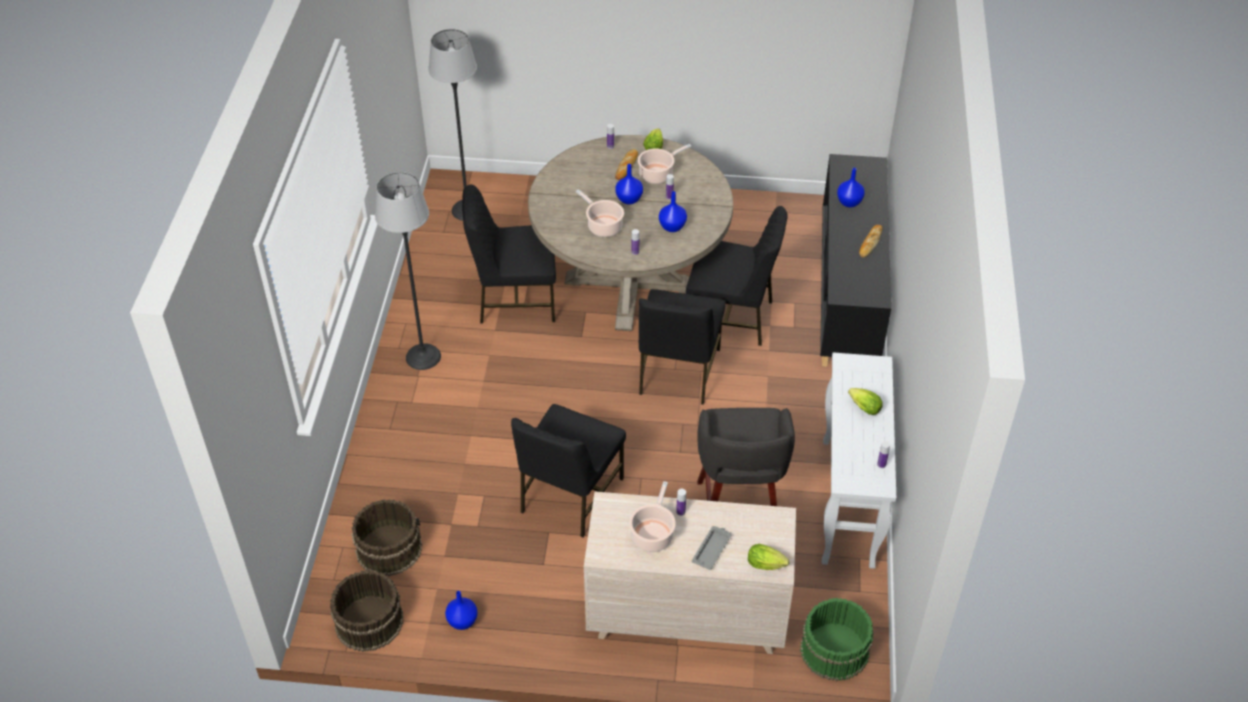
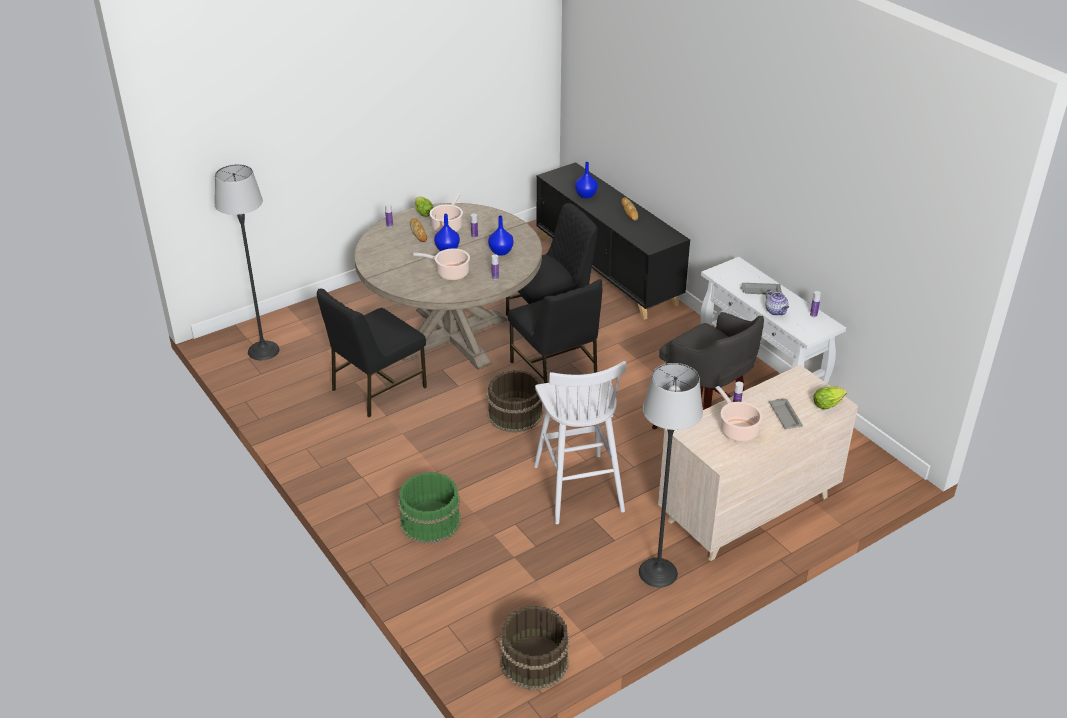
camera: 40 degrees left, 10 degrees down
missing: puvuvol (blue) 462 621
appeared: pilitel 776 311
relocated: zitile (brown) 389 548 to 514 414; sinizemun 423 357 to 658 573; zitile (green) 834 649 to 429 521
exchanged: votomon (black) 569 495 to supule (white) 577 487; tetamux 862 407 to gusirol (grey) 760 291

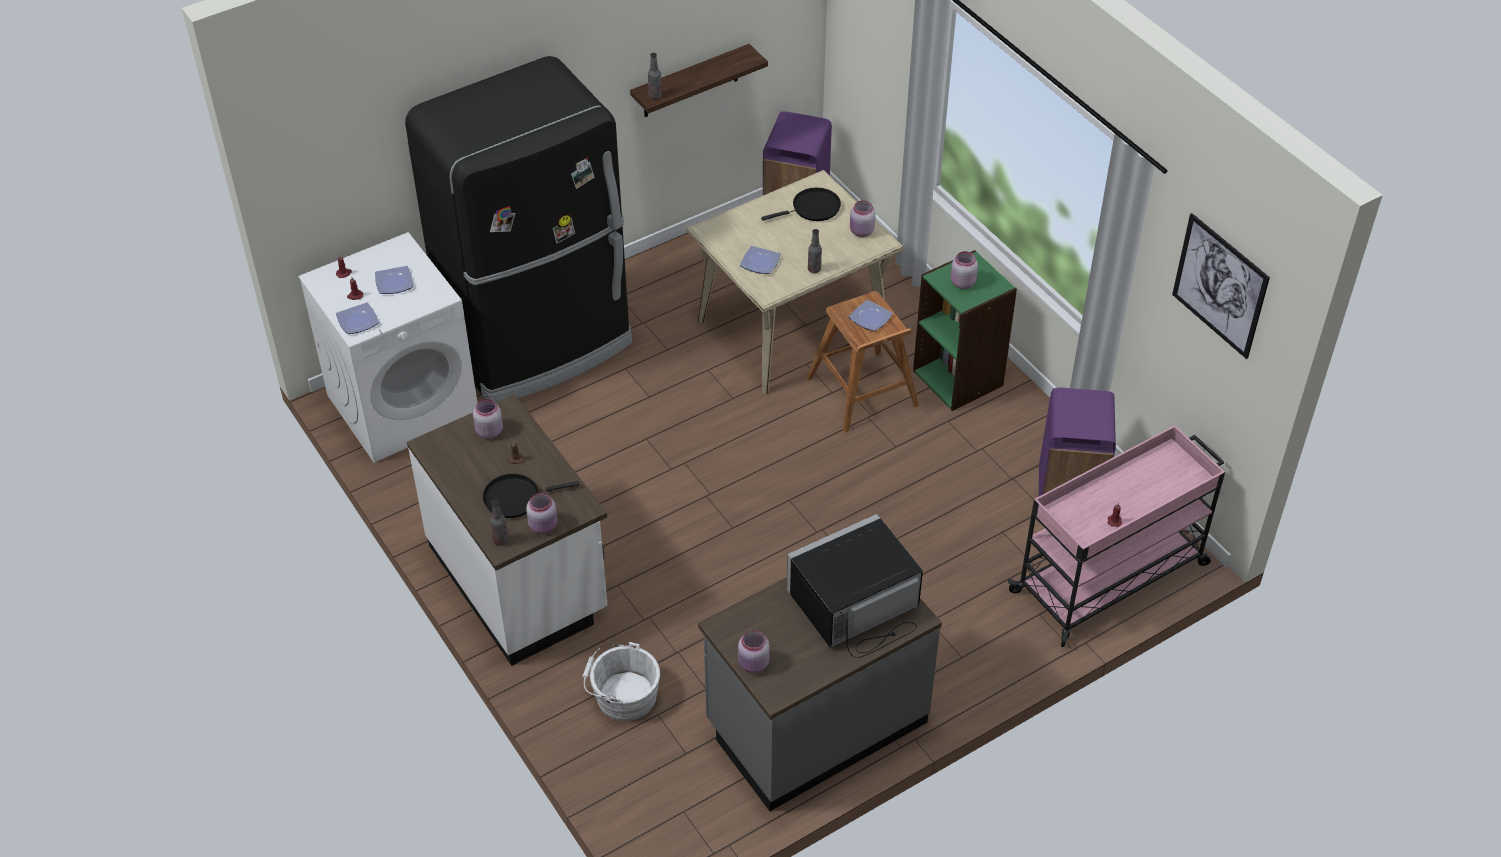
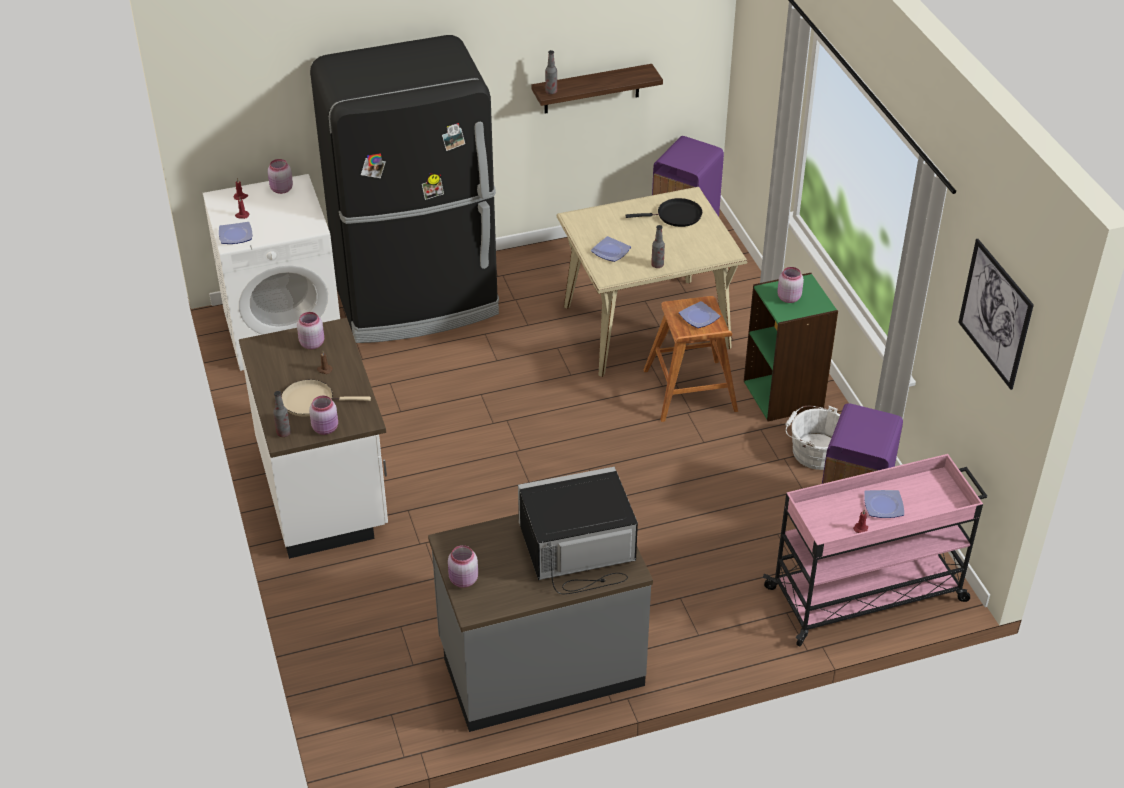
camera: 15 degrees right, 5 degrees down
relocated: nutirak 395 282 to 884 505; zitile (white) 622 695 to 814 450; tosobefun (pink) 861 232 to 281 189
colour: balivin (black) 516 498 to balivin (beige) 311 401

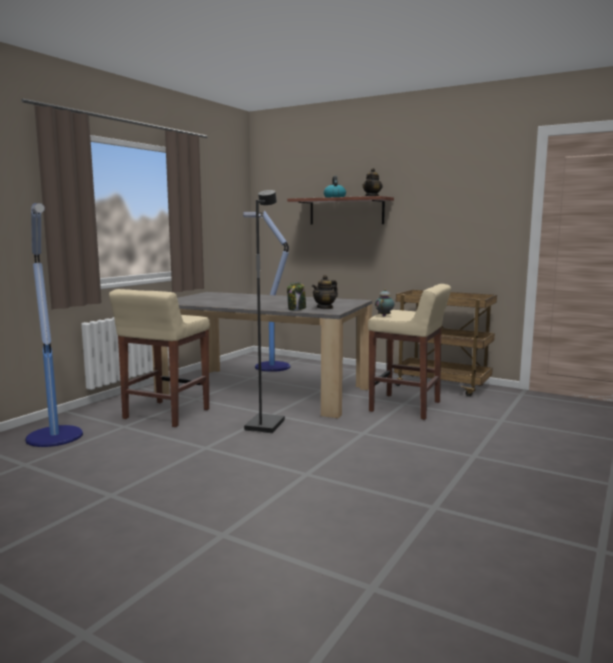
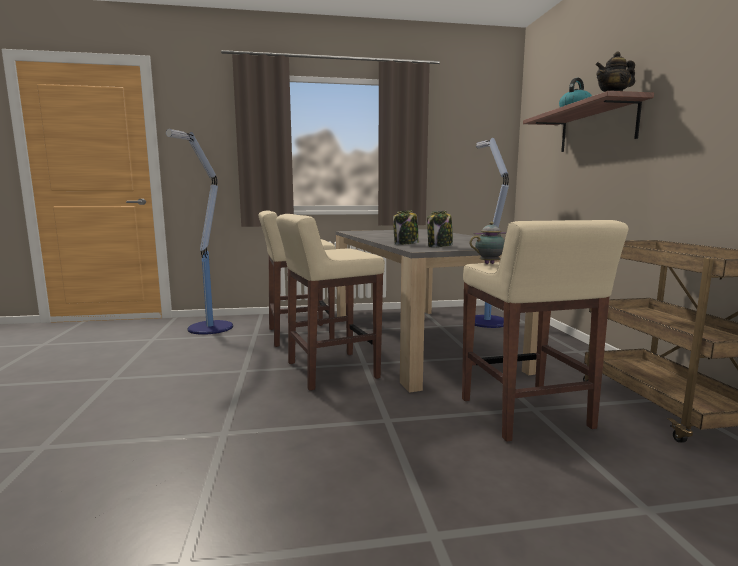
camera: 50 degrees right, 0 degrees up
exchanged: sinizemun (black) 264 425 to supule (beige) 330 370; pilitel 325 308 to tosobefun 439 246

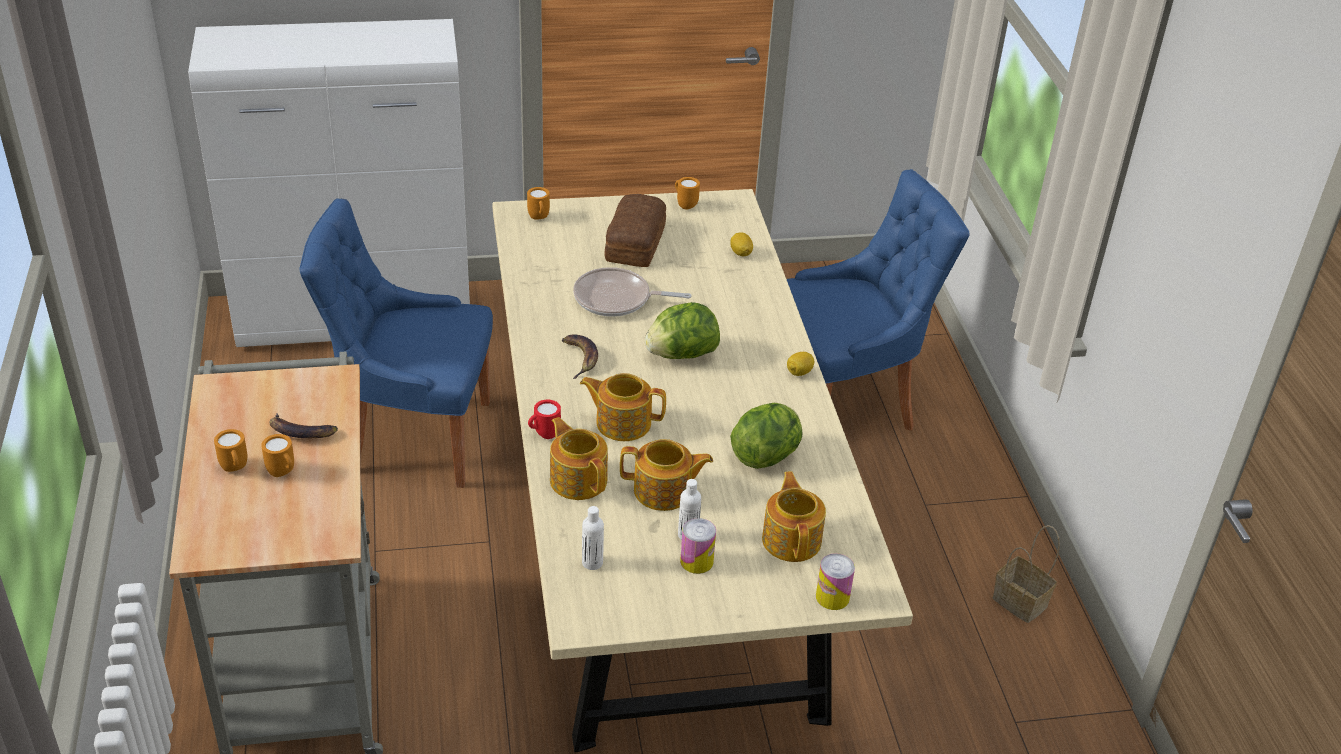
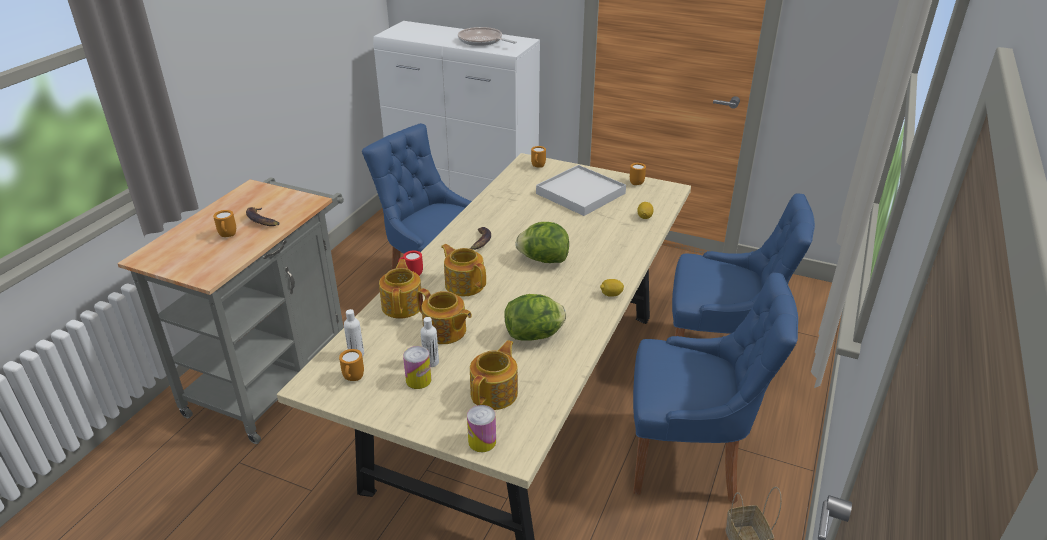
camera: 35 degrees right, 5 degrees down
appeared: votomon (blue) 689 458
relocated: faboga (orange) 235 469 to 353 379; balivin 617 299 to 482 41
exchanged: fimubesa 633 243 to gusirol (white) 580 193

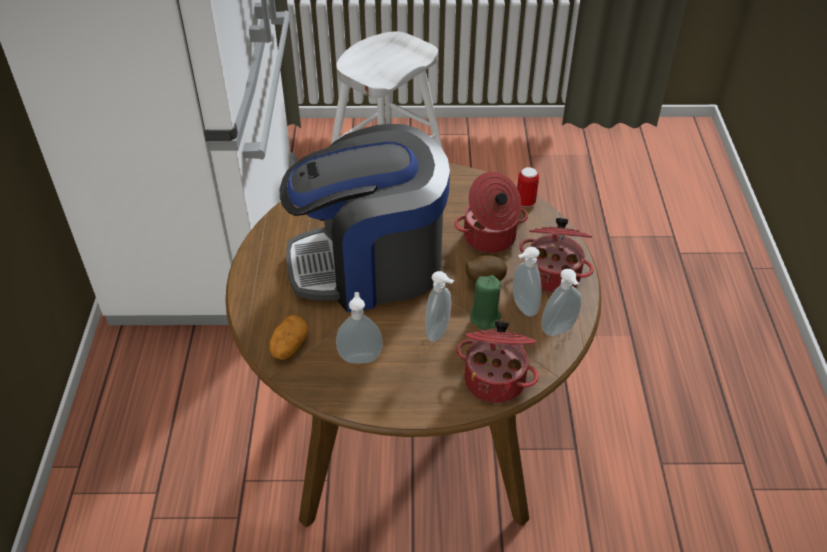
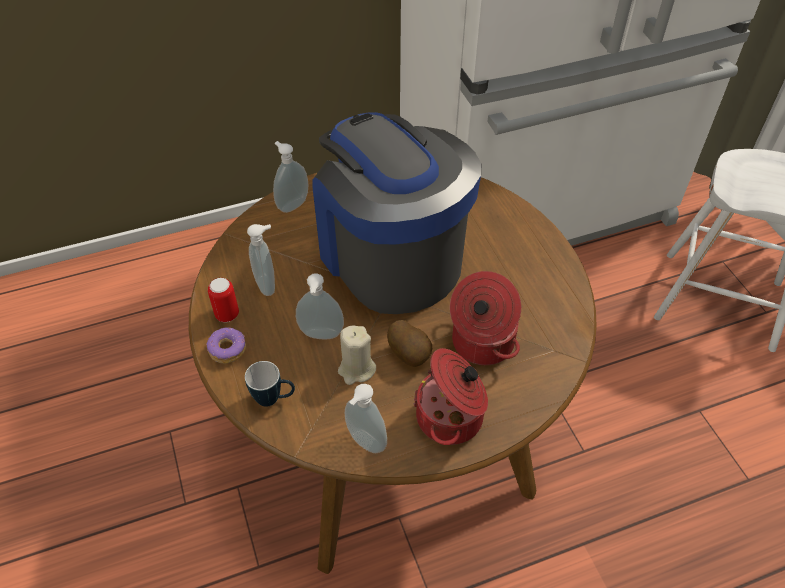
camera: 70 degrees right, 5 degrees up
missing: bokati 289 346
appeared: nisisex 227 349
relocated: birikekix 522 307 to 291 204; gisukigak 525 202 to 227 314
exchanged: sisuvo 495 379 to faboga 274 399
colour: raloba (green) 485 318 to raloba (beige) 356 369

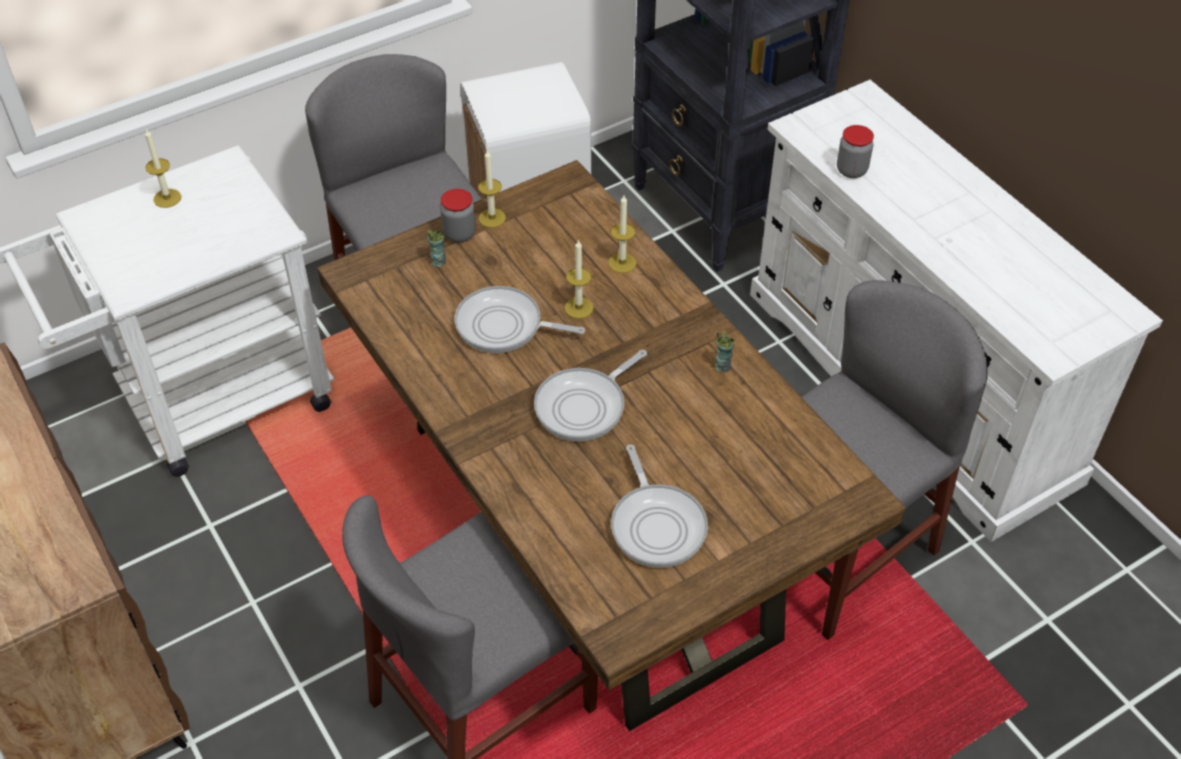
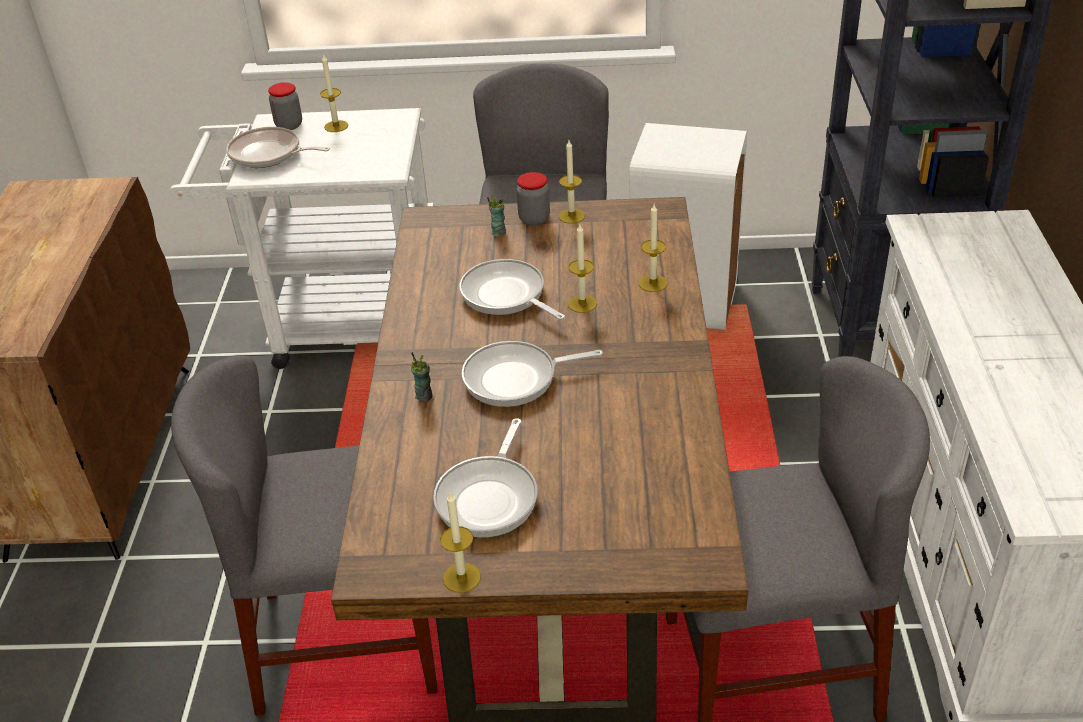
camera: 35 degrees right, 10 degrees down
appeared: balivin 269 154; raloba 462 577
relocated: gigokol 722 366 to 424 396; tosobefun 851 170 to 289 125

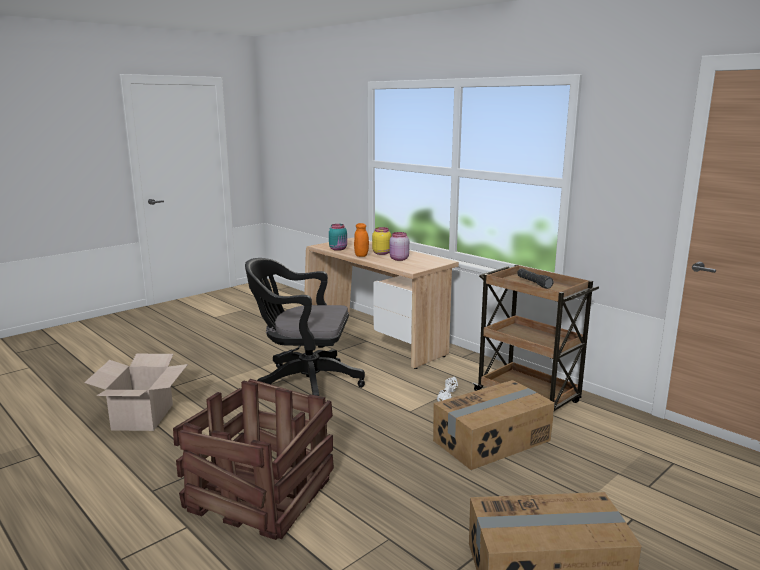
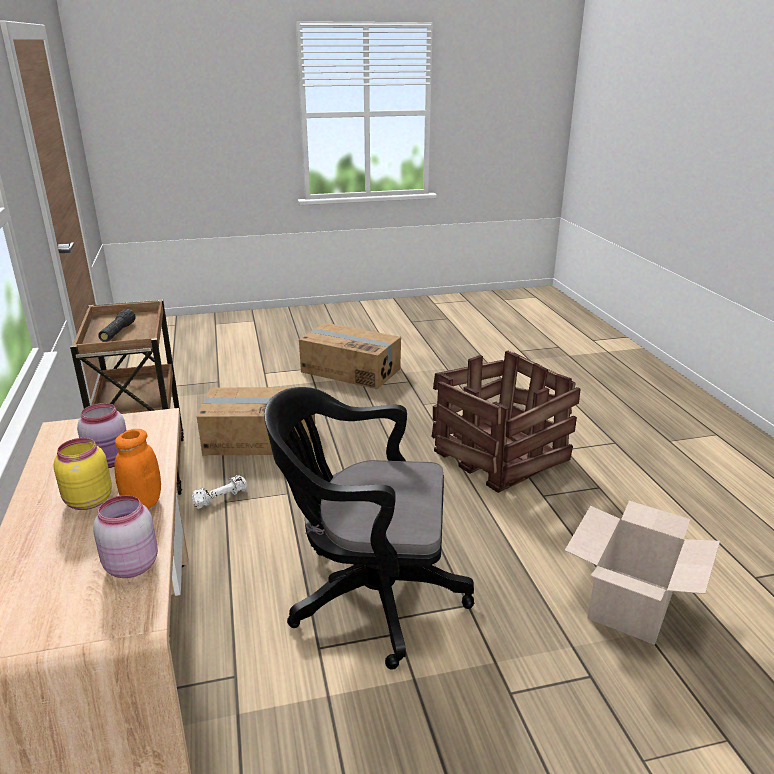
camera: 150 degrees left, 10 degrees up
colour: tosobefun (turquoise) 338 249 to tosobefun (pink) 130 565
spun: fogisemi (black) 304 383 = 367 595 150 degrees clockwise

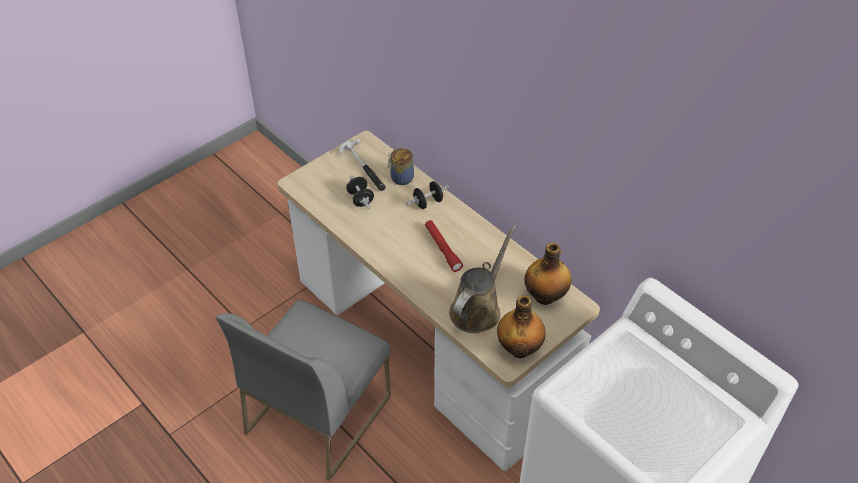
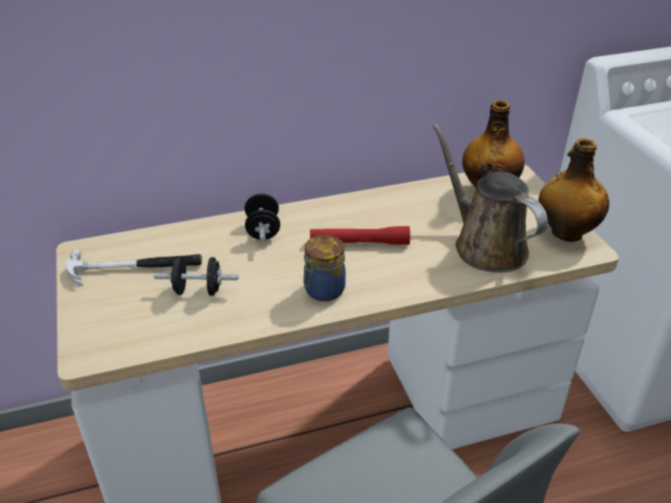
camera: 65 degrees left, 10 degrees down
relocated: tosobefun 401 178 to 323 290

